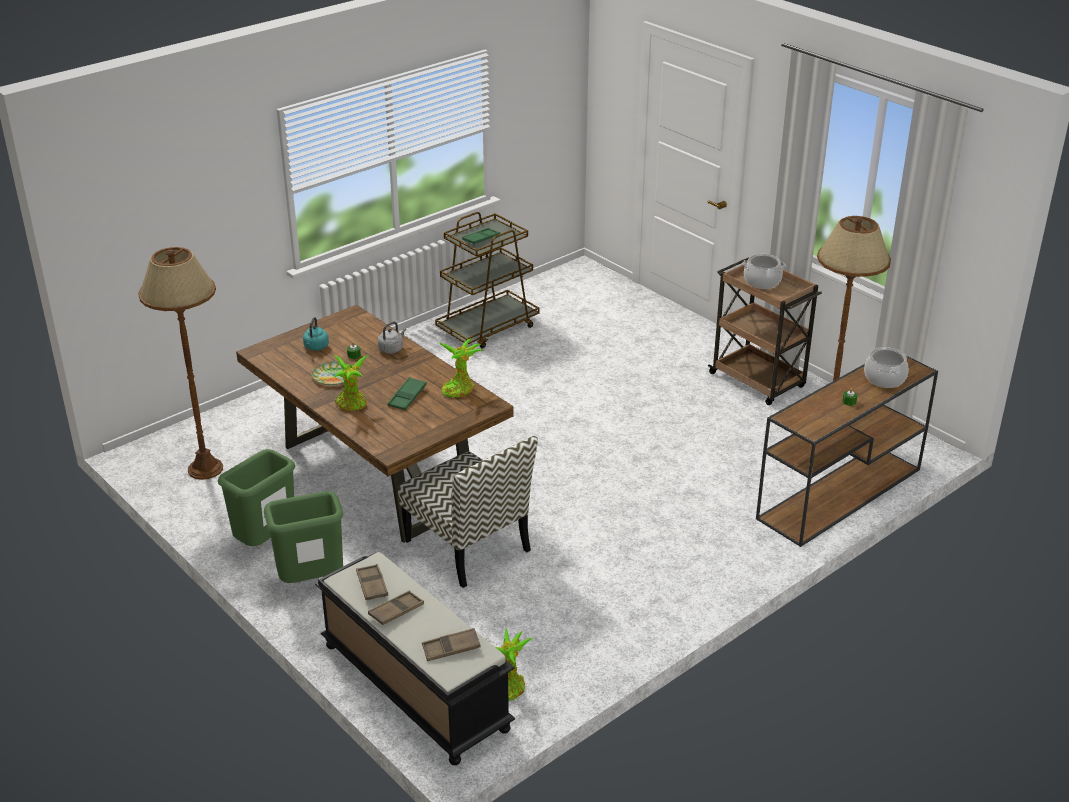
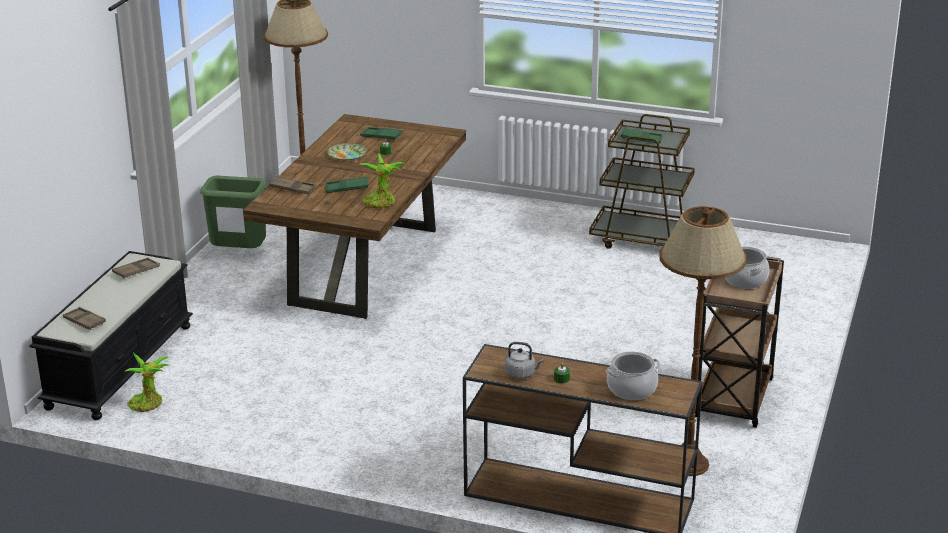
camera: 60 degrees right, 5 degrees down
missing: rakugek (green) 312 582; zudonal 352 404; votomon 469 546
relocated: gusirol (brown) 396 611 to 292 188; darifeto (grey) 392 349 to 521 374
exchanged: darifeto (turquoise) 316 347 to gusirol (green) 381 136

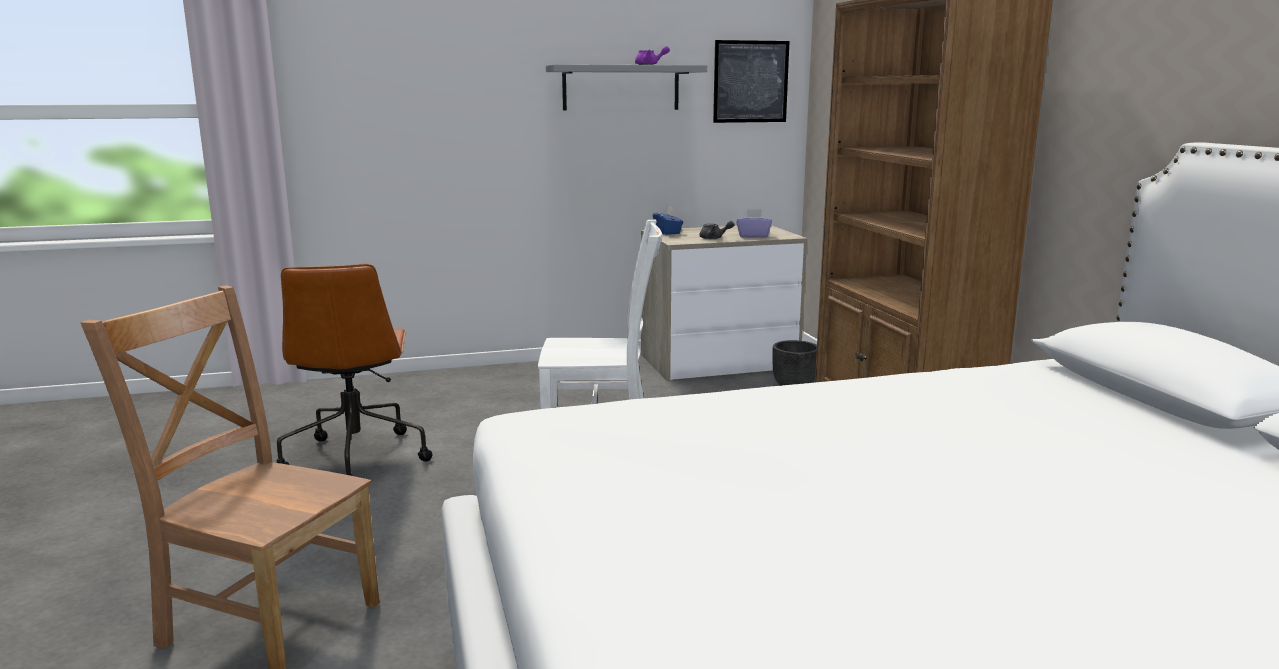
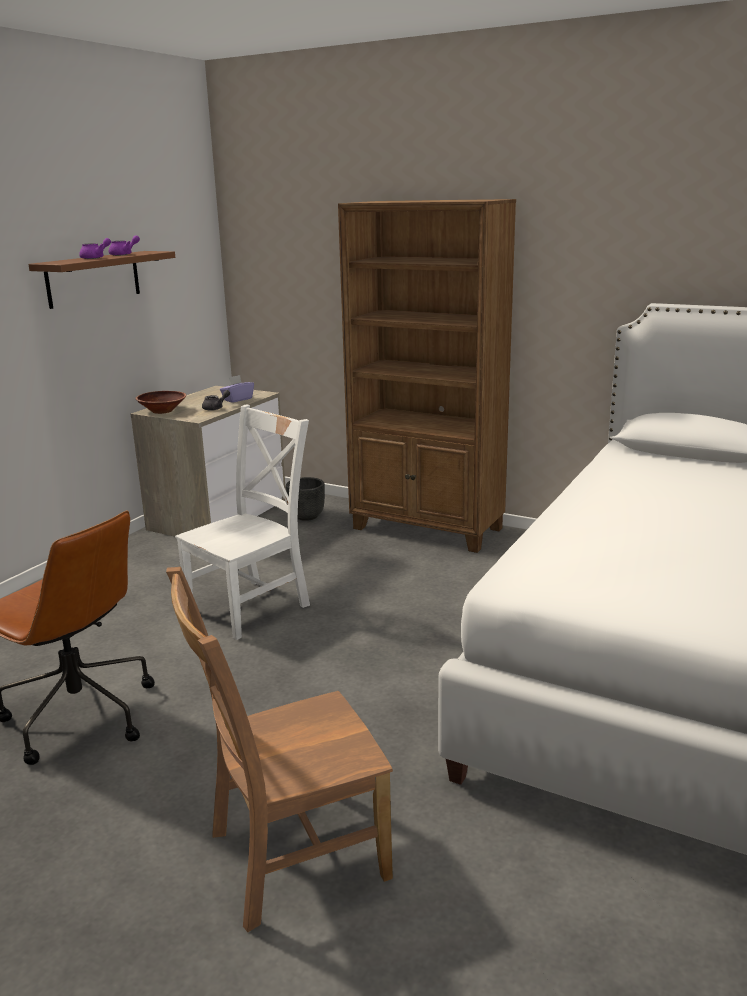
camera: 45 degrees left, 5 degrees up
missing: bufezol 750 81
appeared: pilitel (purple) 96 258
exchanged: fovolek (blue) 667 232 to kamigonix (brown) 162 411
colour: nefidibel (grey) 621 88 to nefidibel (brown) 93 279

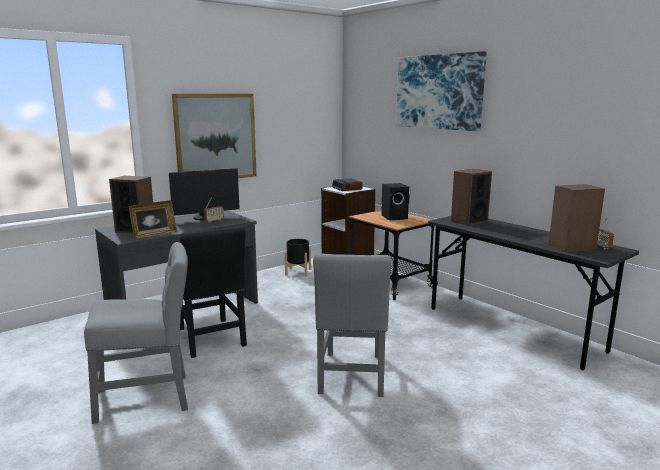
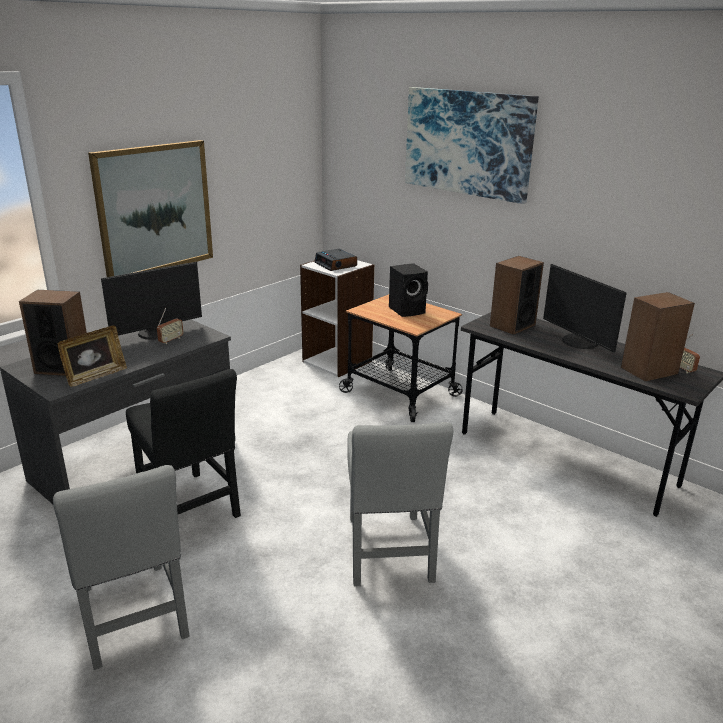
camera: 10 degrees left, 10 degrees up
missing: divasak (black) 298 272
appeared: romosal 578 342
spun: votomon (grey) 149 398 = 133 618 90 degrees clockwise

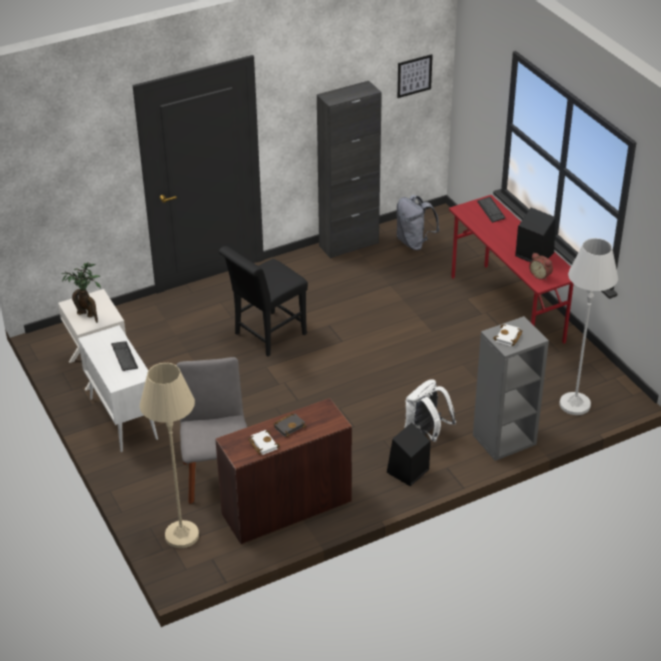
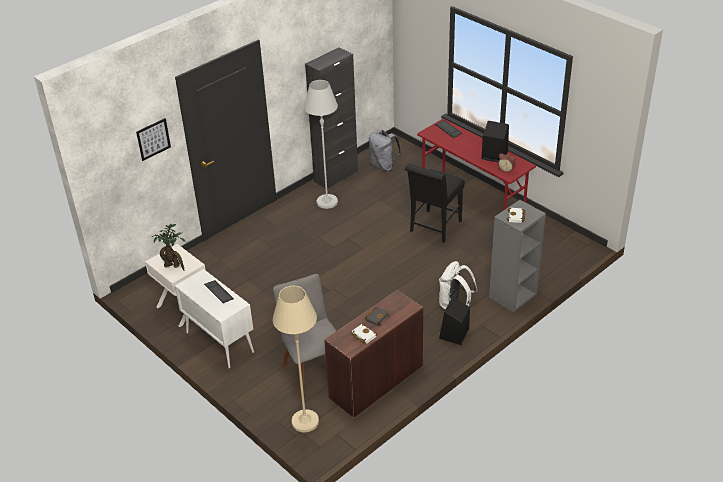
camera: 15 degrees left, 0 degrees up
relocated: votomon (black) 266 336 to 434 228; bufezol 414 76 to 153 139; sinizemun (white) 574 404 to 327 202

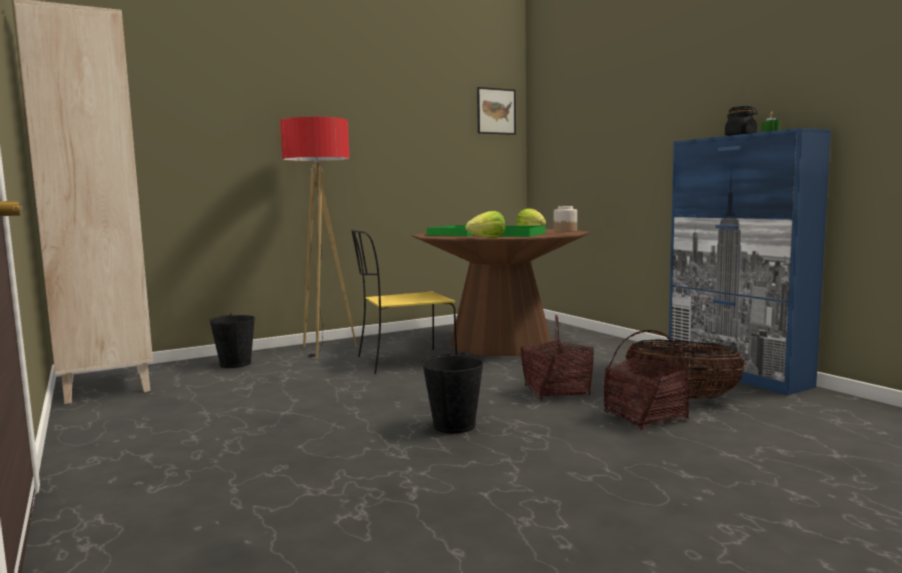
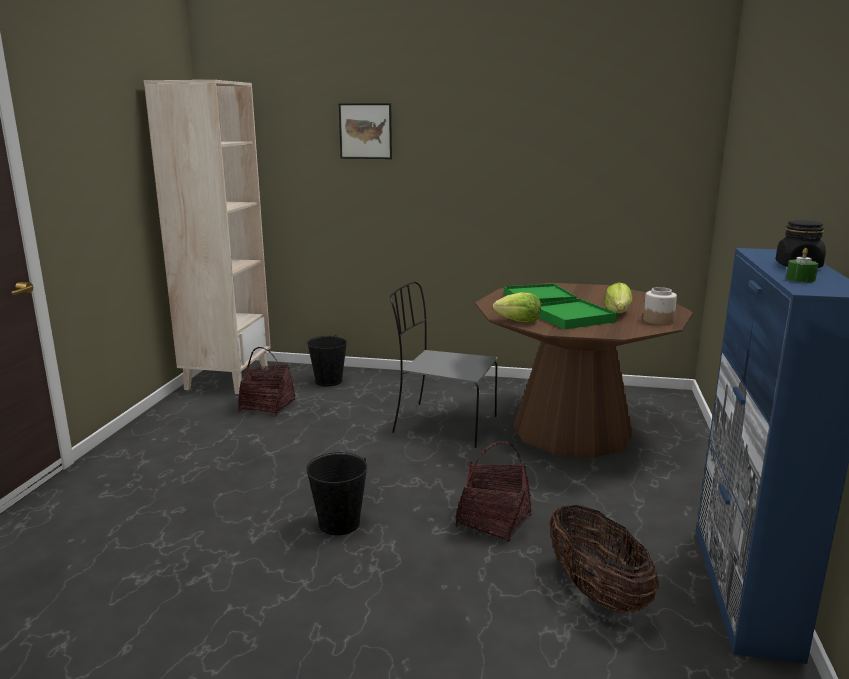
camera: 40 degrees right, 10 degrees up
missing: sinizemun 325 351
relocated: bufezol 496 111 to 365 131; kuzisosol 644 416 to 267 406
colour: votomon (yellow) 403 362 to votomon (grey) 442 424

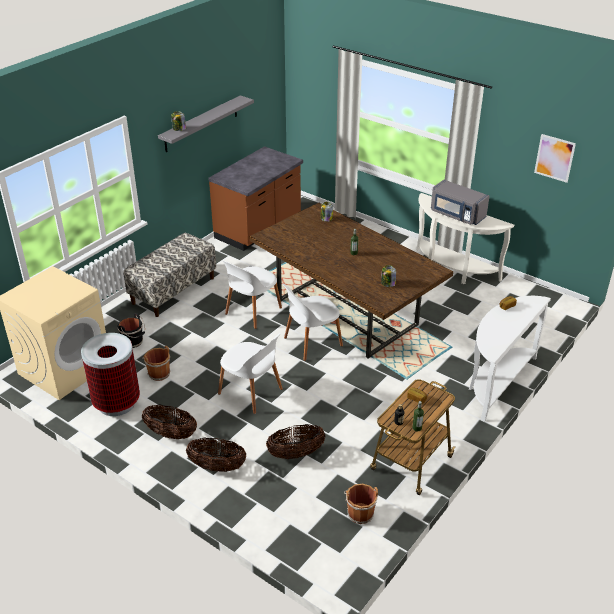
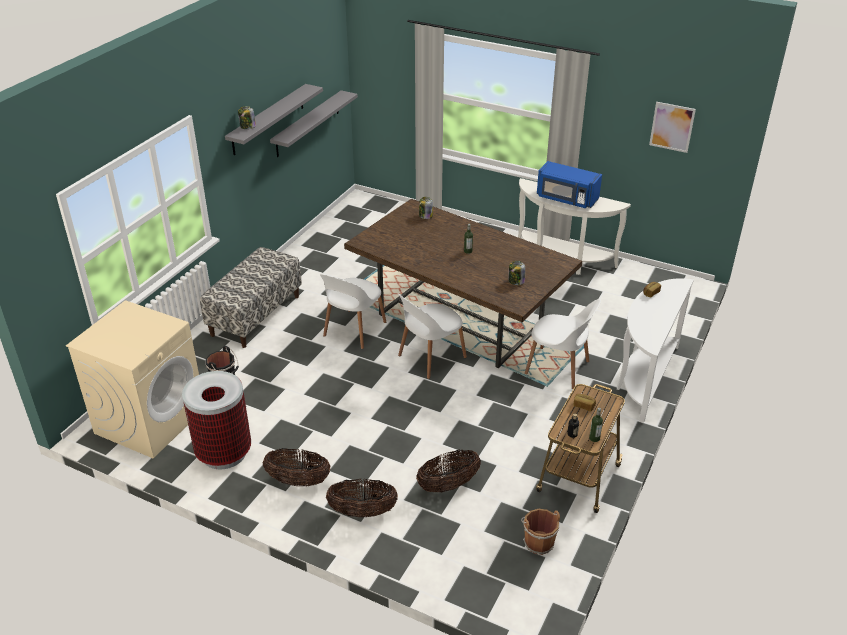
camera: 10 degrees left, 0 degrees up
missing: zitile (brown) 158 373; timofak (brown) 259 228
appeared: nefidibel (grey) 308 123
relocated: votomon (white) 251 392 to 559 368
colour: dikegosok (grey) 457 215 to dikegosok (blue) 566 199

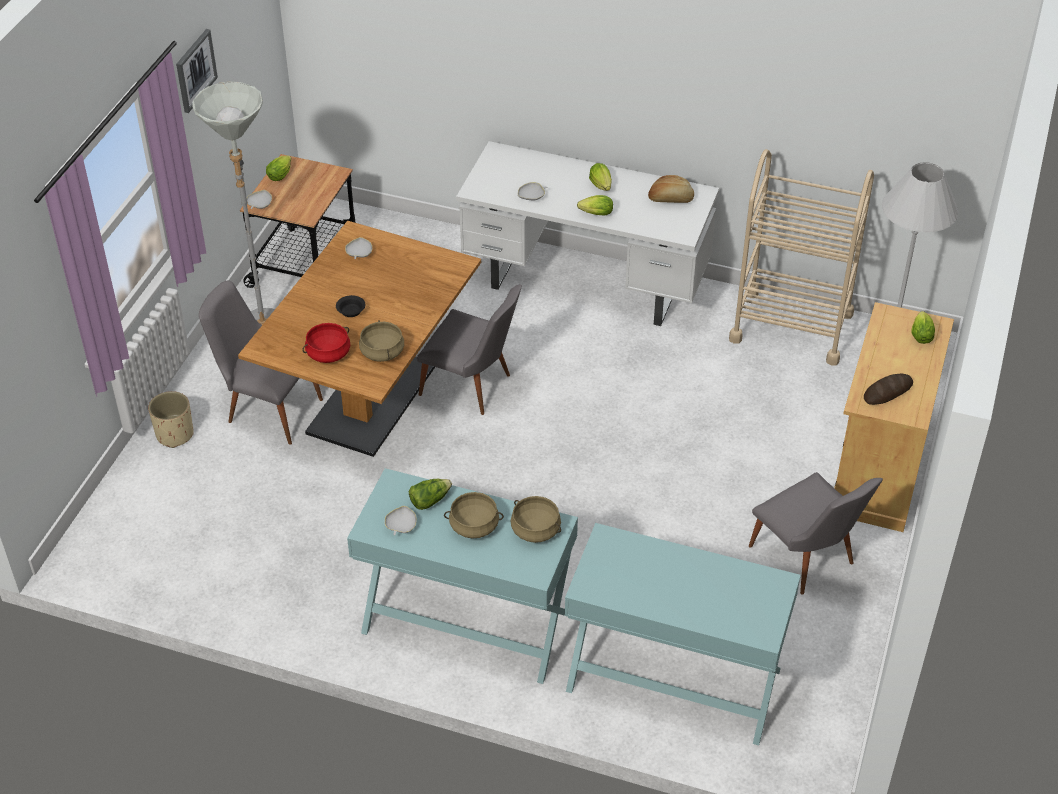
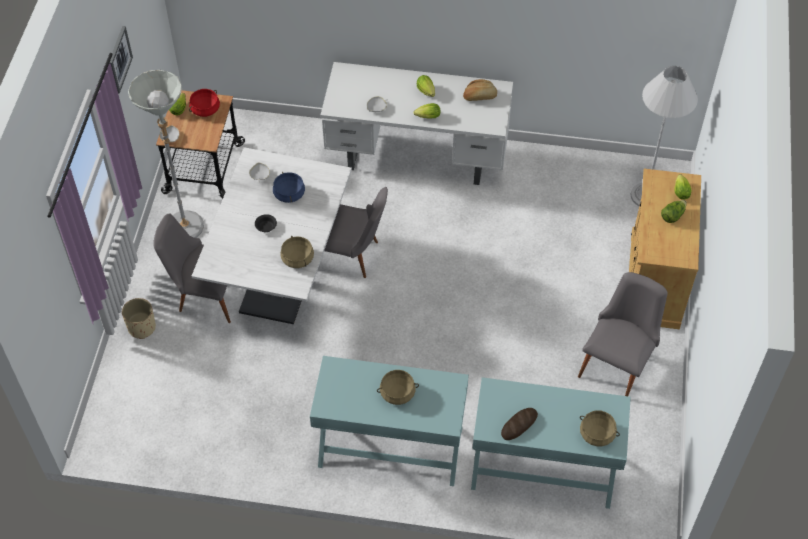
camera: 10 degrees left, 10 degrees up
missing: kamigonix (white) 401 526; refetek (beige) 791 327
appeared: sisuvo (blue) 289 194
relocated: sisuvo (red) 328 353 to 205 109; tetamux 429 500 to 672 215; sisuvo (beige) 536 530 to 597 433; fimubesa 888 392 to 519 425
colour: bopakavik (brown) 372 399 to bopakavik (white) 281 276
spun: votomon (grey) 807 561 = 618 362 105 degrees counterclockwise

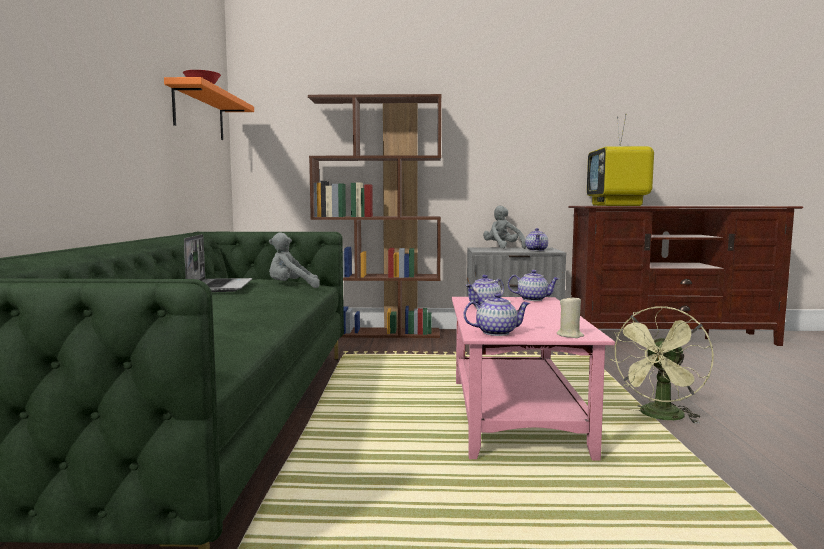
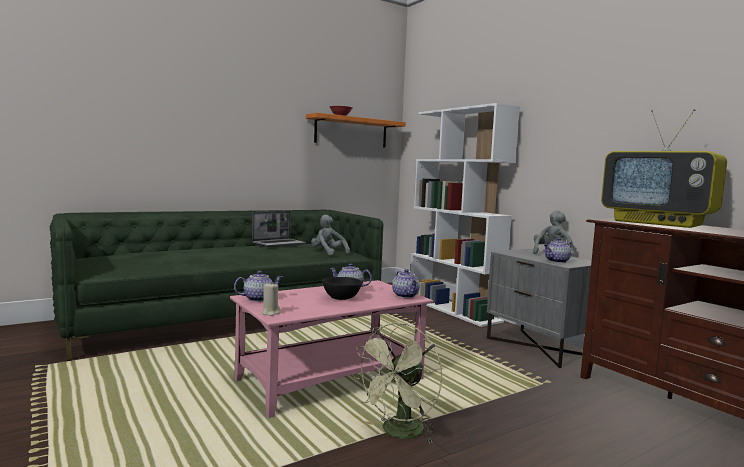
camera: 55 degrees right, 0 degrees up
appeared: kamigonix (black) 340 298
colour: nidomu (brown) 378 333 to nidomu (white) 454 310
spun: pilitel 496 332 = 258 299 75 degrees counterclockwise; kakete 617 205 = 659 223 105 degrees counterclockwise; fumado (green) 660 417 = 399 433 60 degrees counterclockwise

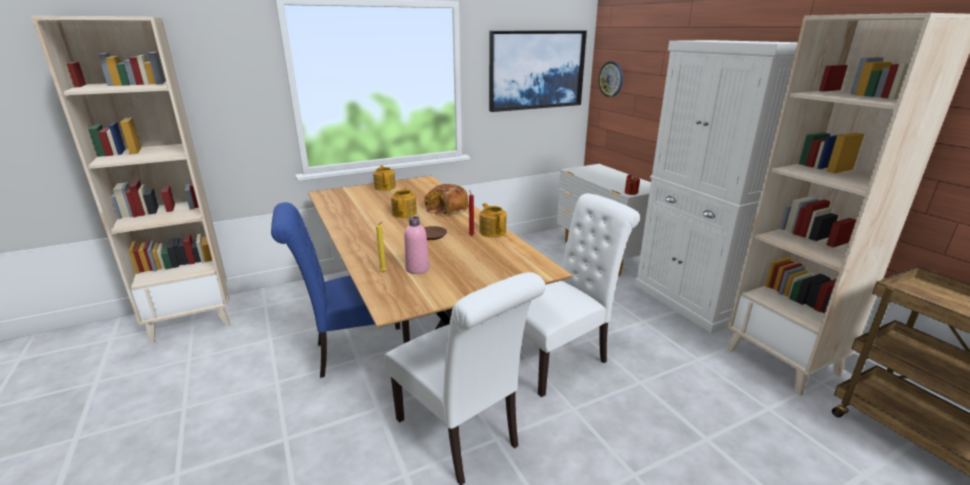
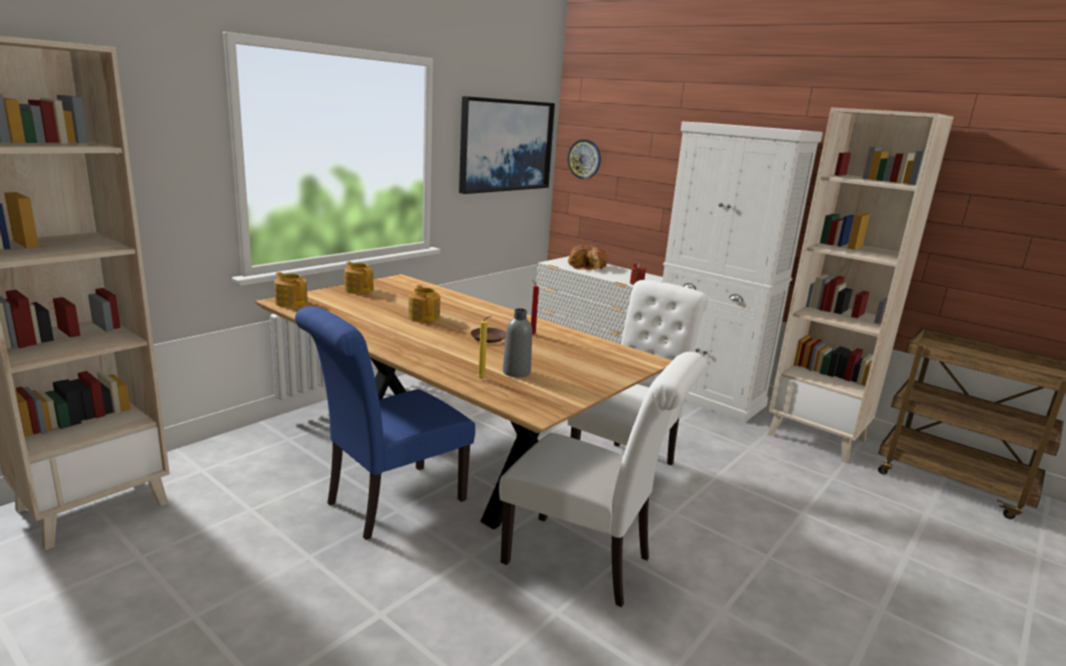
camera: 25 degrees left, 5 degrees down
relocated: fimubesa 446 208 to 588 266; pilitel 492 231 to 291 303
colour: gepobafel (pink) 417 269 to gepobafel (grey) 516 372

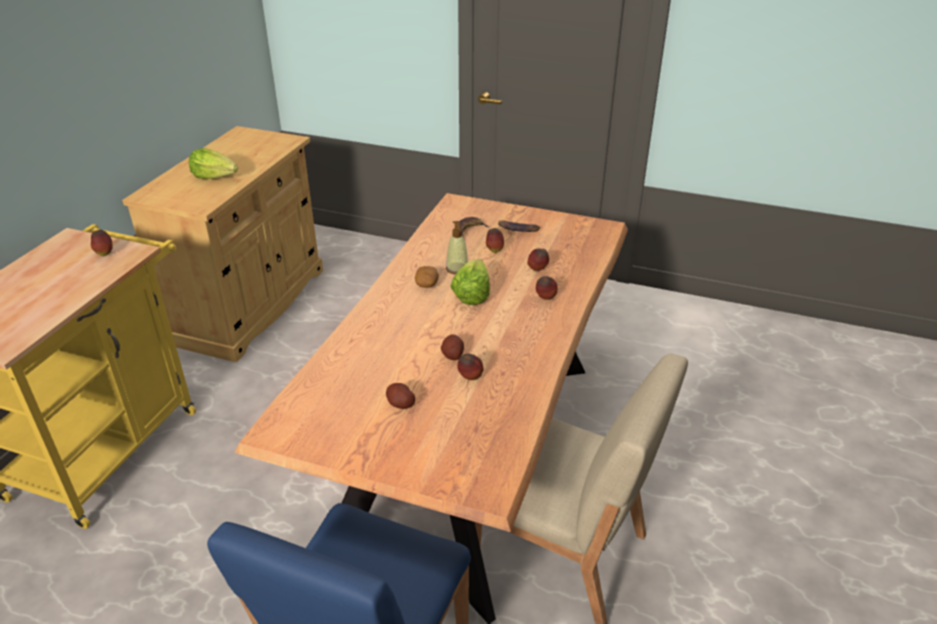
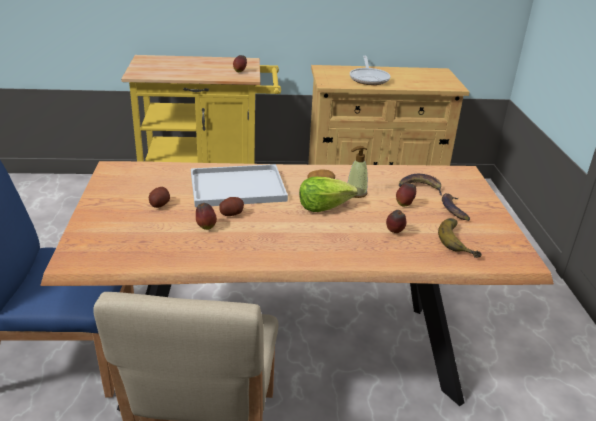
camera: 65 degrees right, 5 degrees down
missing: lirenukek 545 298
appeared: gusirol (white) 239 186; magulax 461 240
exchanged: tetamux 215 177 to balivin 369 78

